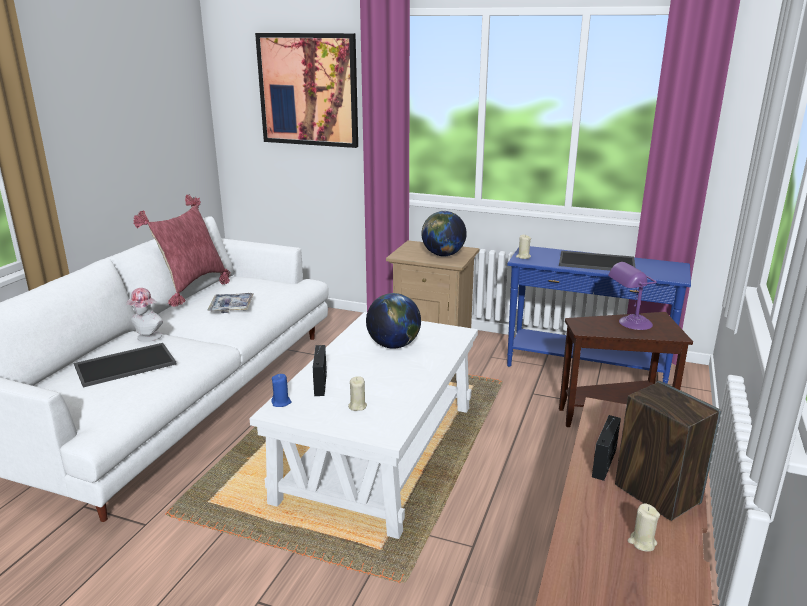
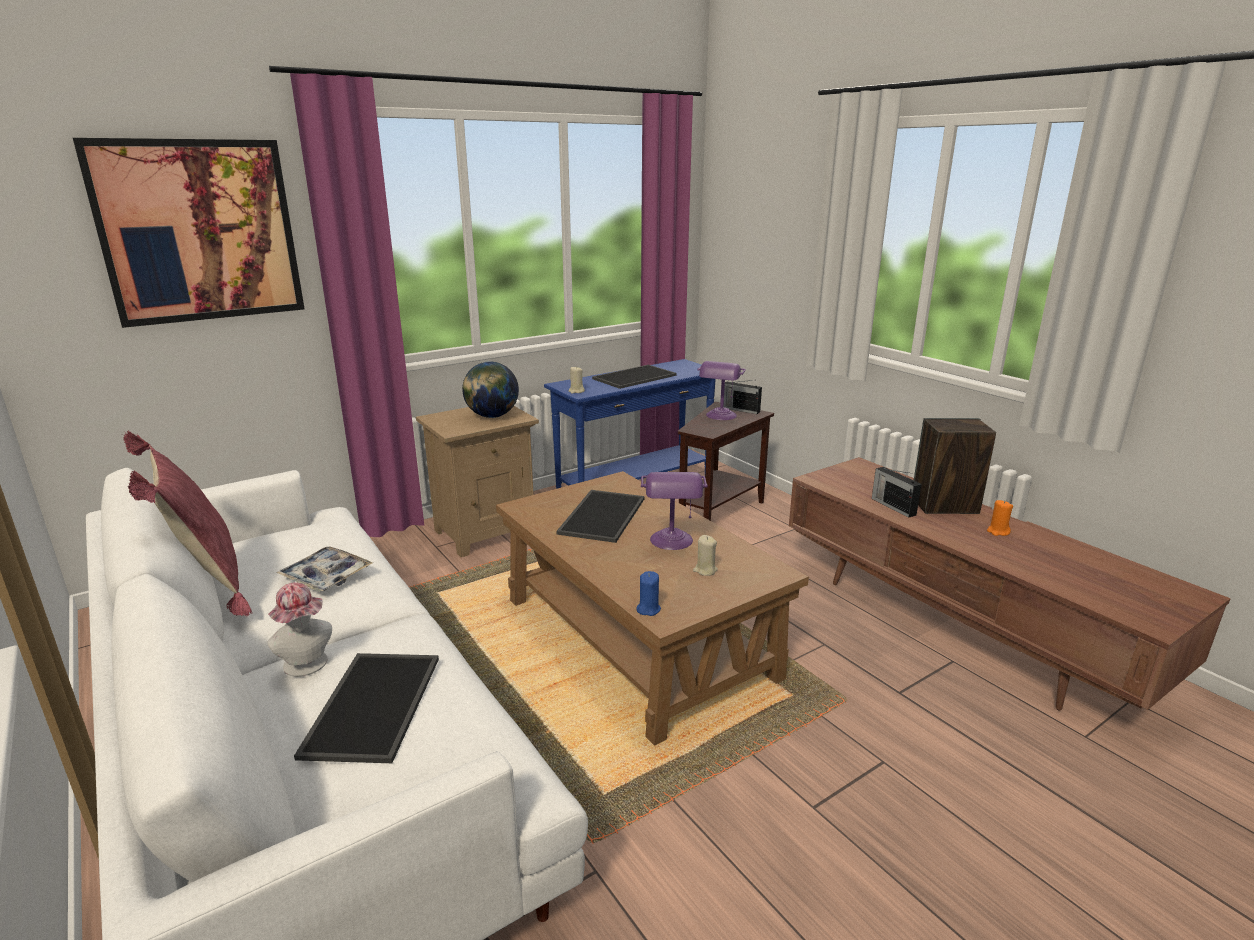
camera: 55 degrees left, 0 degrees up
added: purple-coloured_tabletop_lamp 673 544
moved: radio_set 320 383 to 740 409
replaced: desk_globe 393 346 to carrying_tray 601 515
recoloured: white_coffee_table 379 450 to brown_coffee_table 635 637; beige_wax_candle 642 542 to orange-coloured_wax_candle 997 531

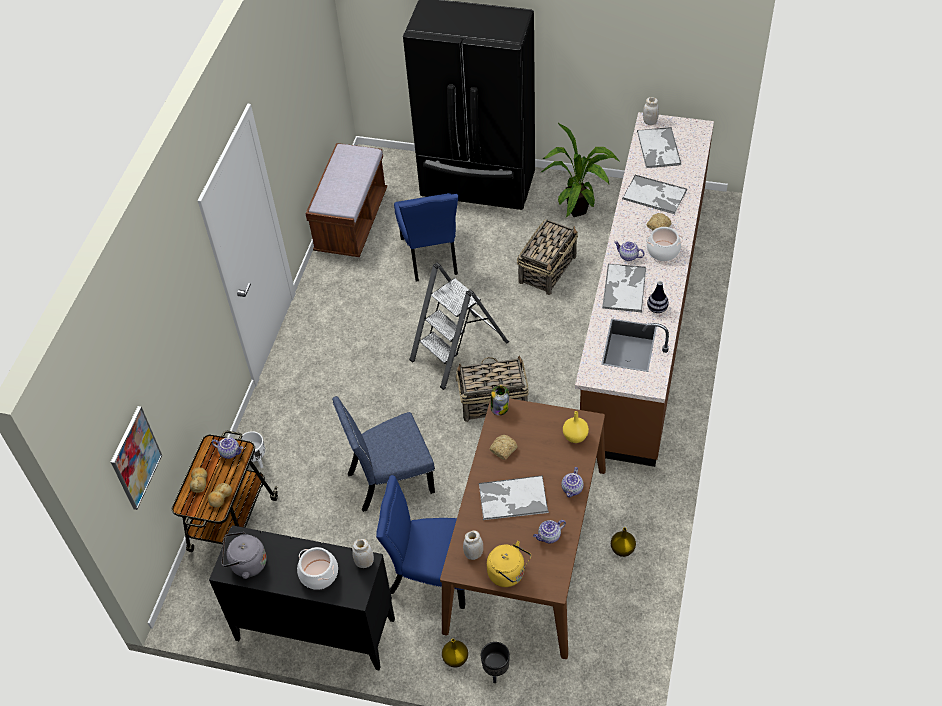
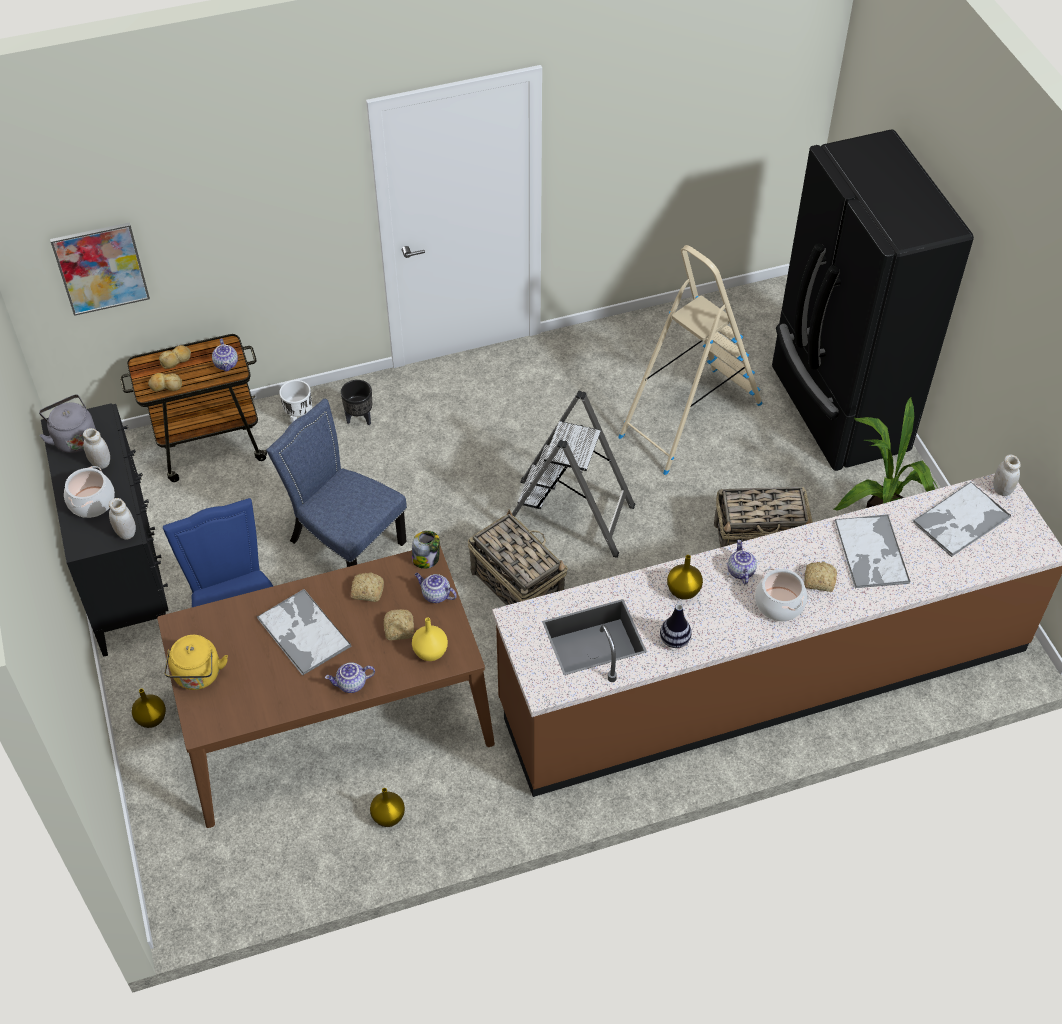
camera: 55 degrees right, 0 degrees up
removed: brown_bench 351 222
added: baked_bread 399 629
moved: white_preserve_jar 473 554 to 100 463; blackish_flower_pot 496 671 to 359 418; pot_for_tea 549 536 to 435 595
replaced: blue-coloured_upright_chair 431 254 to beige_stepladder 691 419; carrying_tray 624 288 to yellowish_decorative_vase 683 590

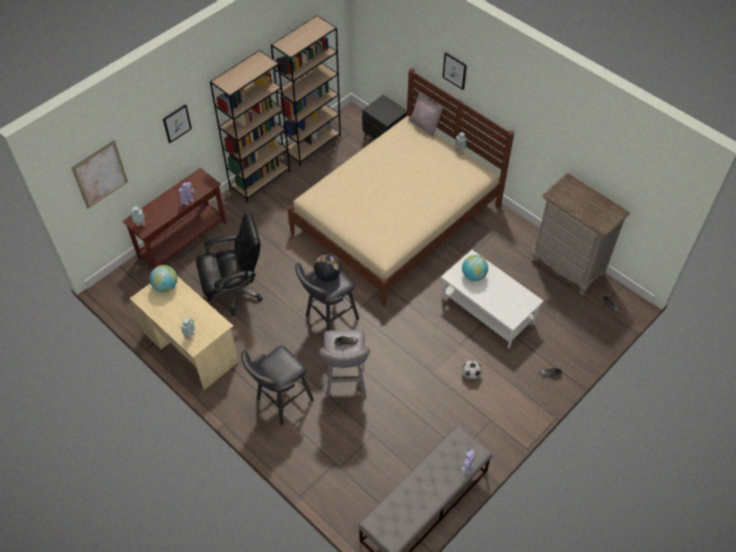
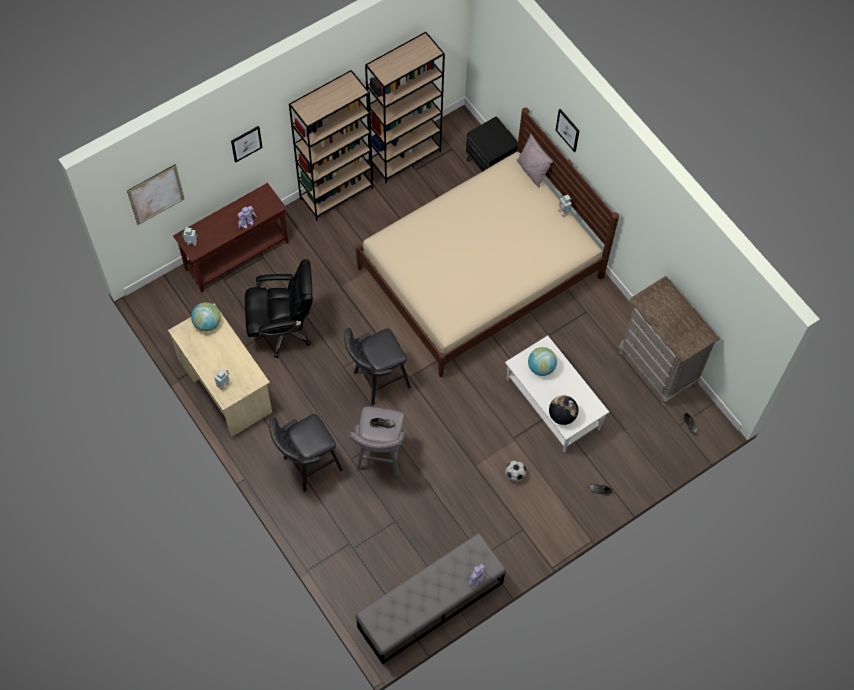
camera: 10 degrees right, 10 degrees up
moved: desk_globe 328 275 to 562 415

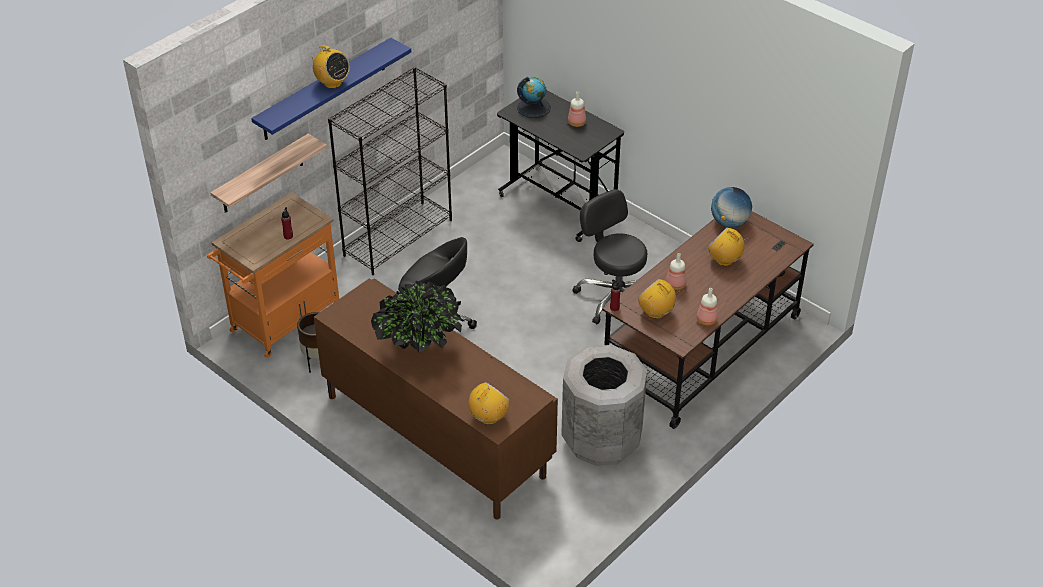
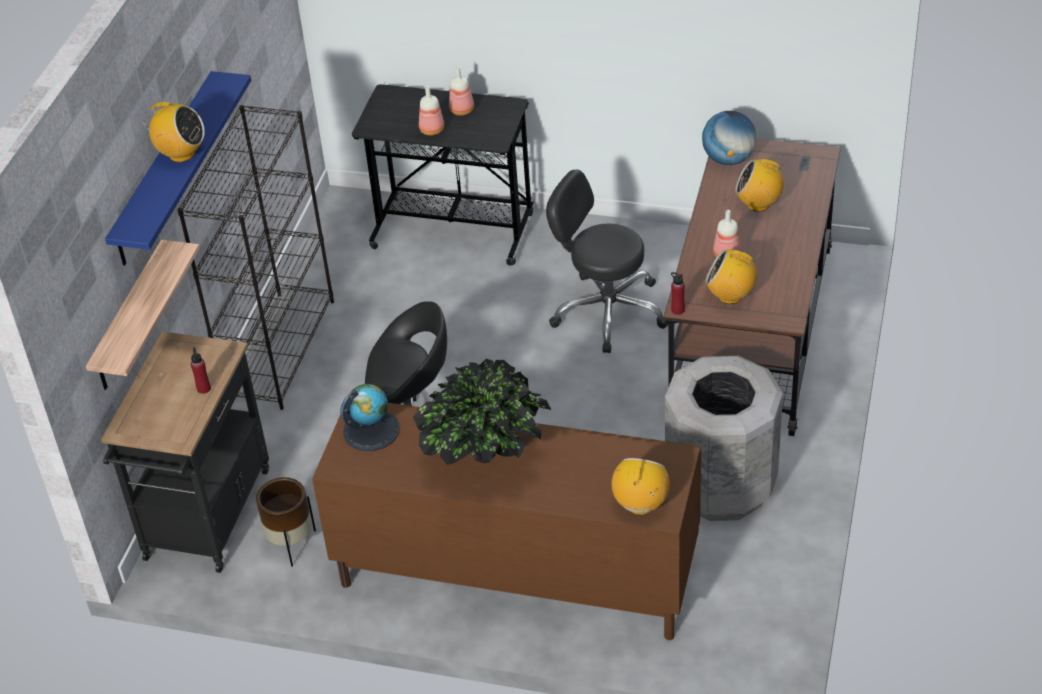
camera: 25 degrees left, 0 degrees up
moved: desk_globe 533 107 to 371 430; bottle 706 320 to 431 130
recoloured: orange-coloured_cart 283 322 to blackish_cart 206 518

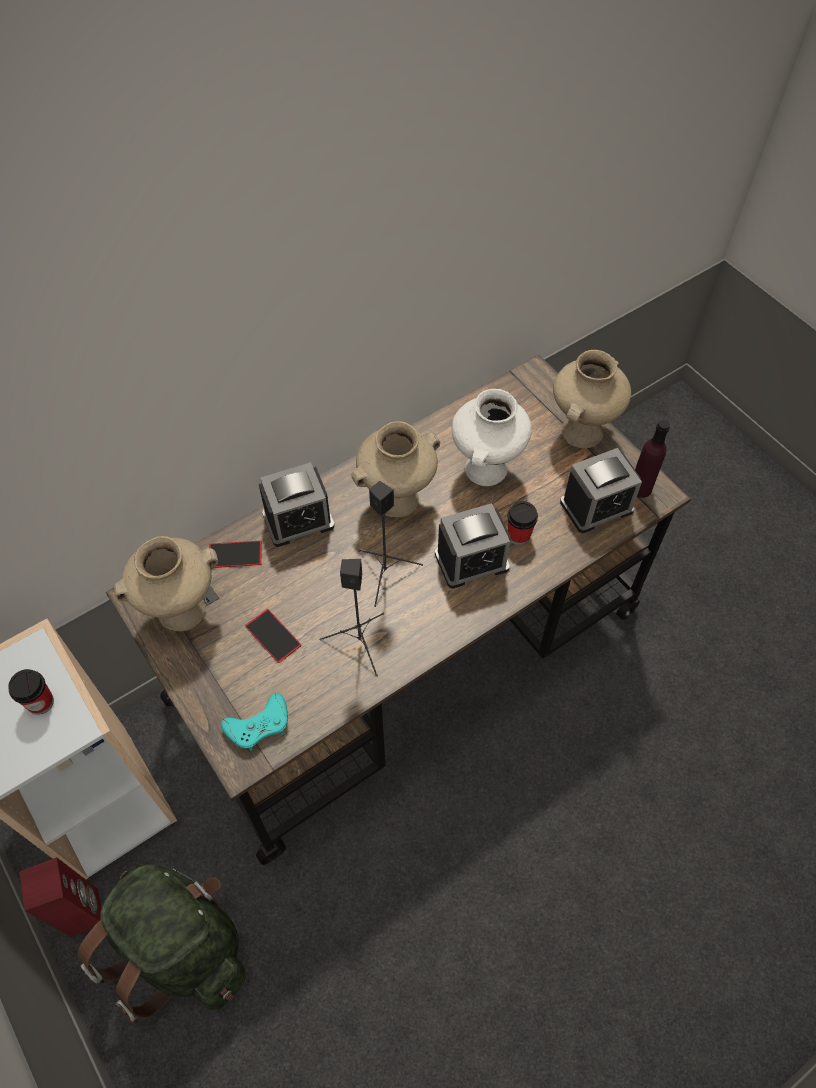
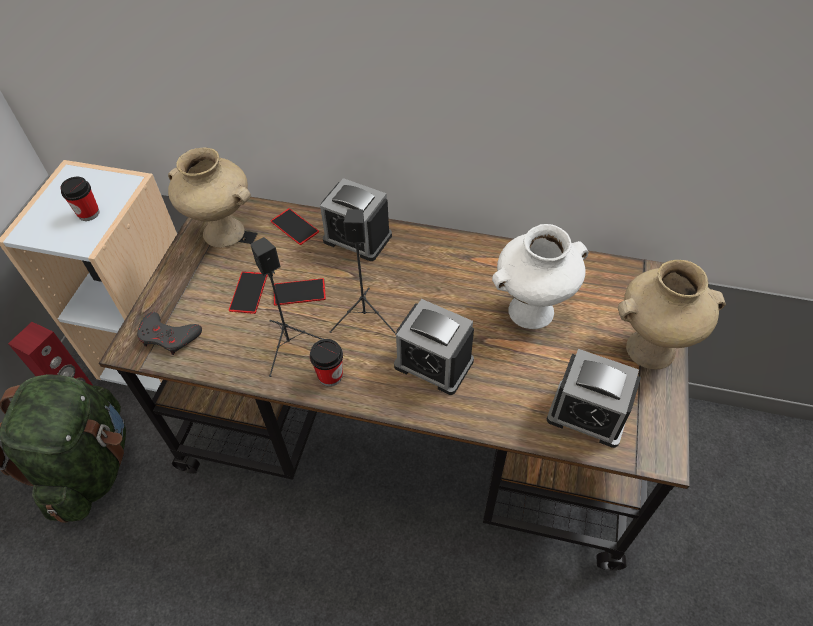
camera: 50 degrees right, 5 degrees down
removed: beige_decorative_vase 396 501; purple-coloured_bottle 640 488
added: handset 299 292
moved: small_cup 519 535 to 330 376
recoloured: turquoise_joypad 259 725 to gray_joypad 169 336

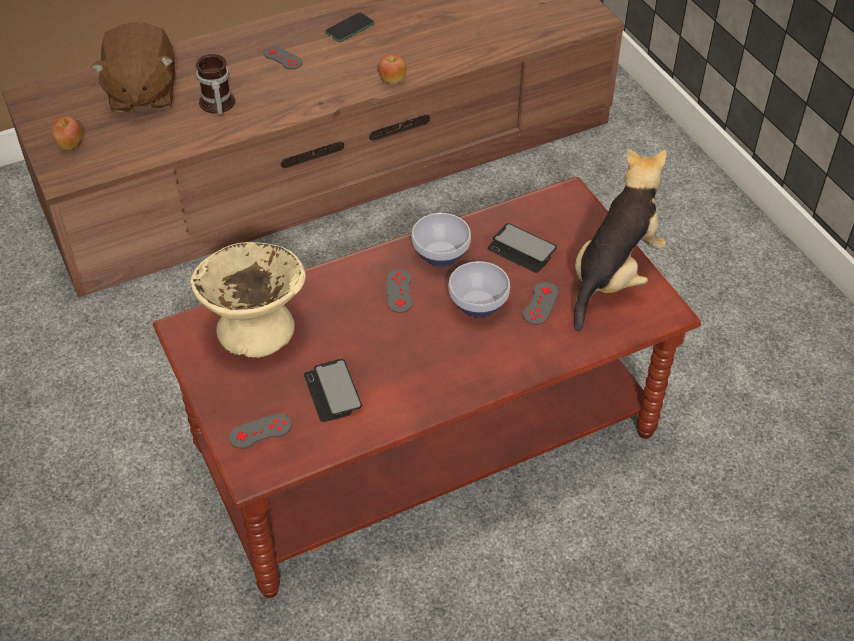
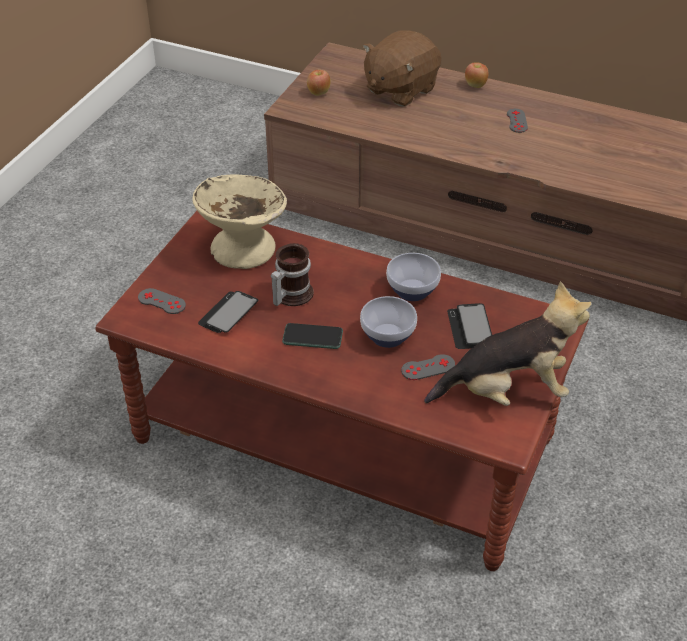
camera: 50 degrees right, 5 degrees down
removed: gray_joypad 399 291
moved: tea_mug 216 105 to 290 295; handset 349 28 to 312 337; whole_apple 392 80 to 475 85

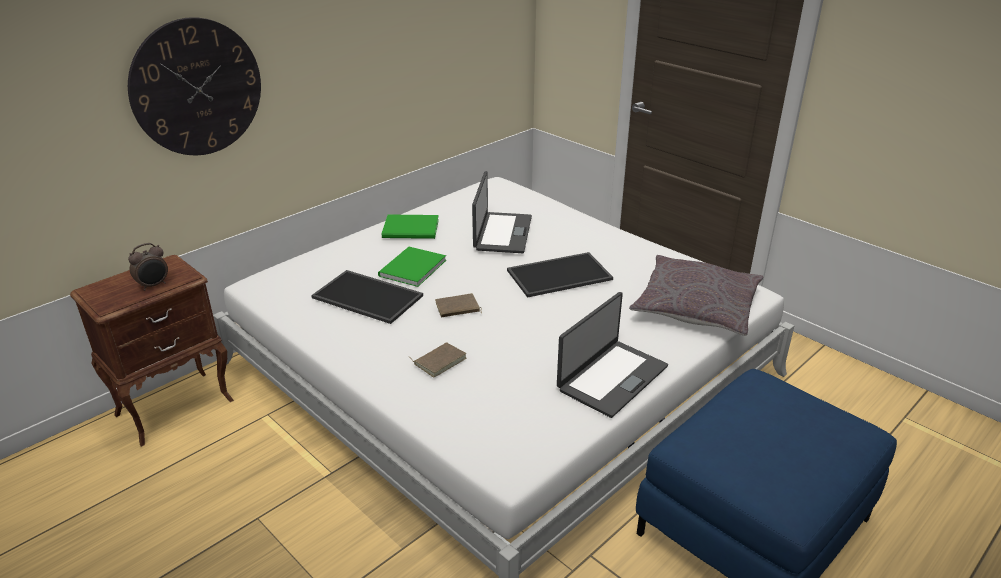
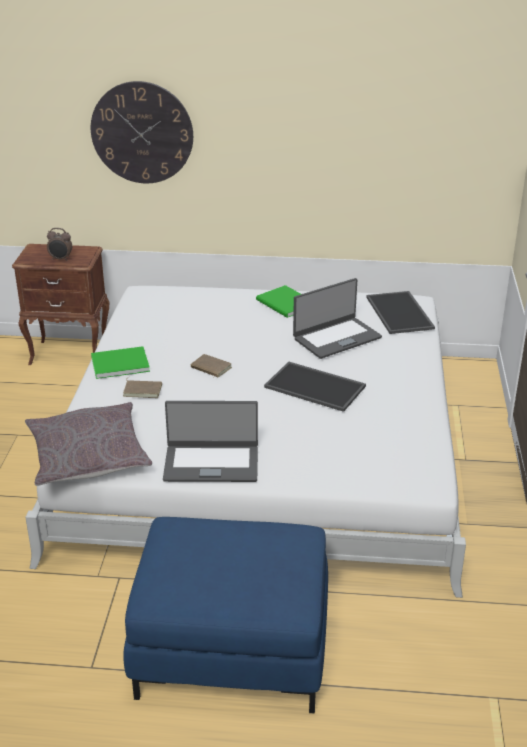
camera: 50 degrees right, 0 degrees up
moved: carrying_tray 369 296 to 401 313; green-coloured_bound_book 410 268 to 118 363; gray_cushion 695 307 to 88 455

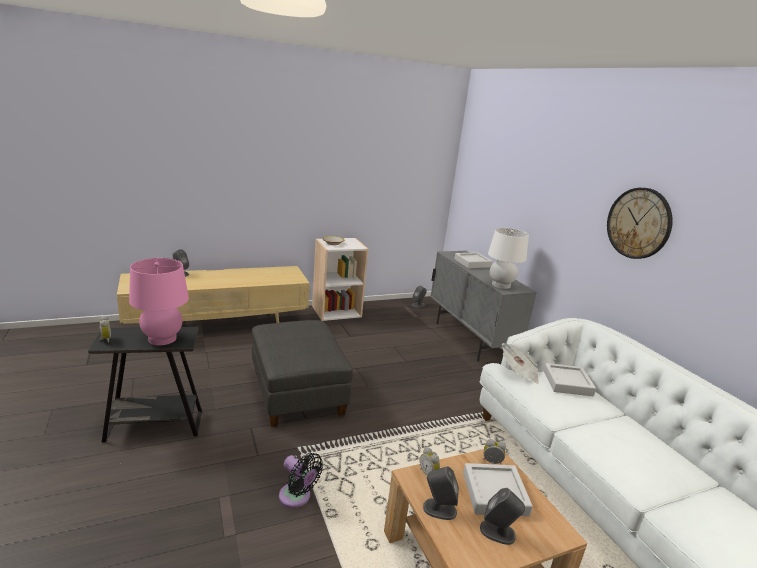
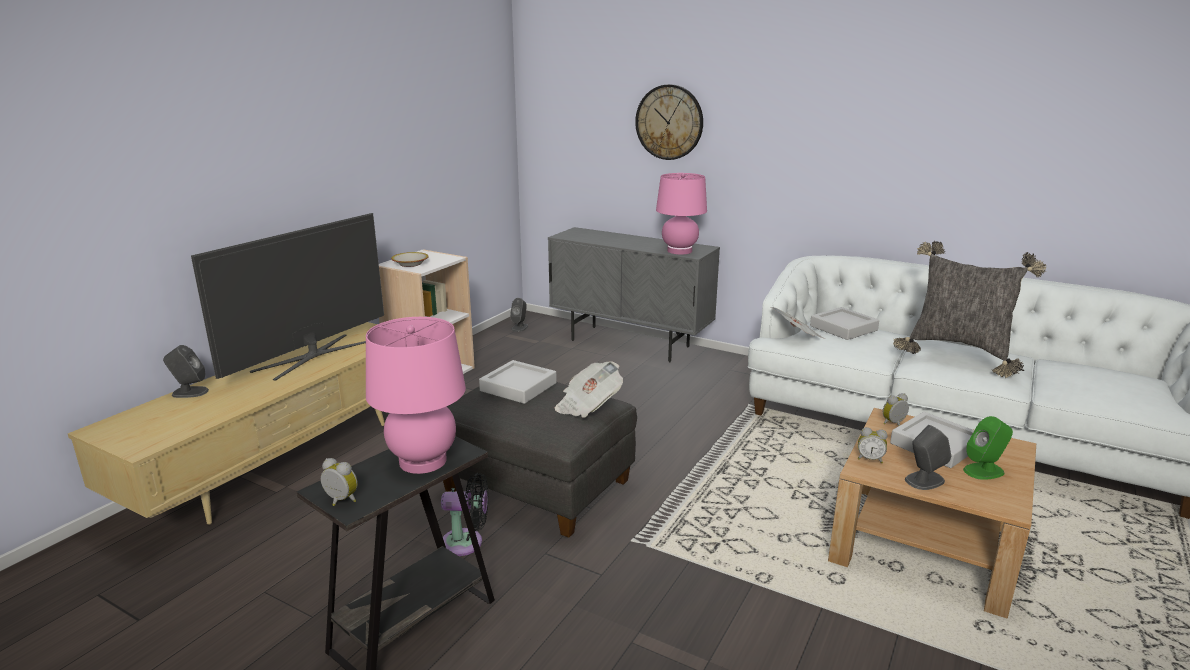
camera: 35 degrees left, 0 degrees up
added: TV 312 356; printed_paper 588 406; cushion 957 360
moved: blackish_electric_fan 297 497 to 466 543; gray_carrying_tray 472 263 to 518 387; hanging_clock 638 223 to 669 122
recoloured: gray_speaker 498 532 to green-coloured_speaker 984 471; white_tabletop_lamp 501 285 to pink_tabletop_lamp 679 251

